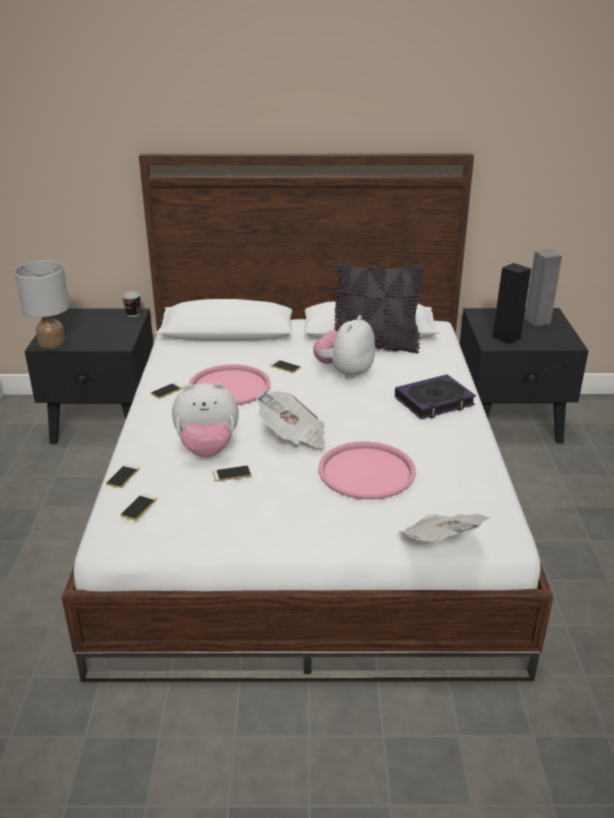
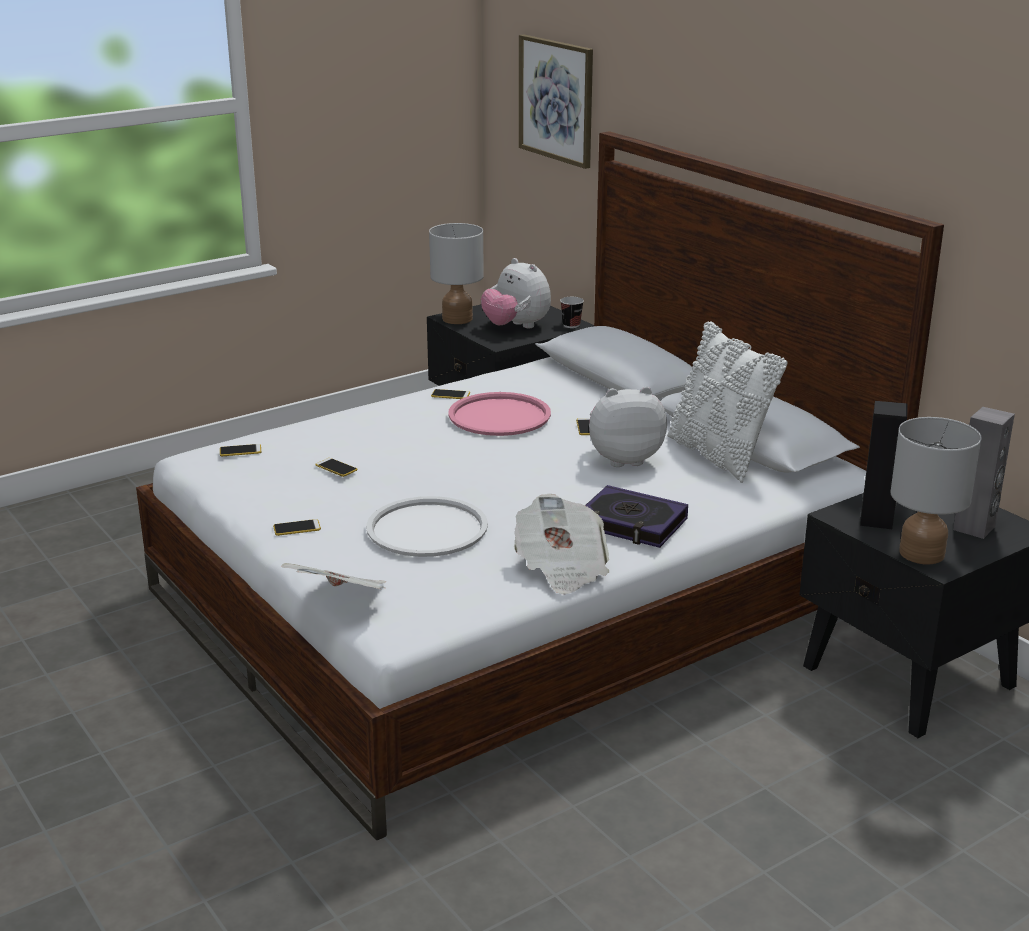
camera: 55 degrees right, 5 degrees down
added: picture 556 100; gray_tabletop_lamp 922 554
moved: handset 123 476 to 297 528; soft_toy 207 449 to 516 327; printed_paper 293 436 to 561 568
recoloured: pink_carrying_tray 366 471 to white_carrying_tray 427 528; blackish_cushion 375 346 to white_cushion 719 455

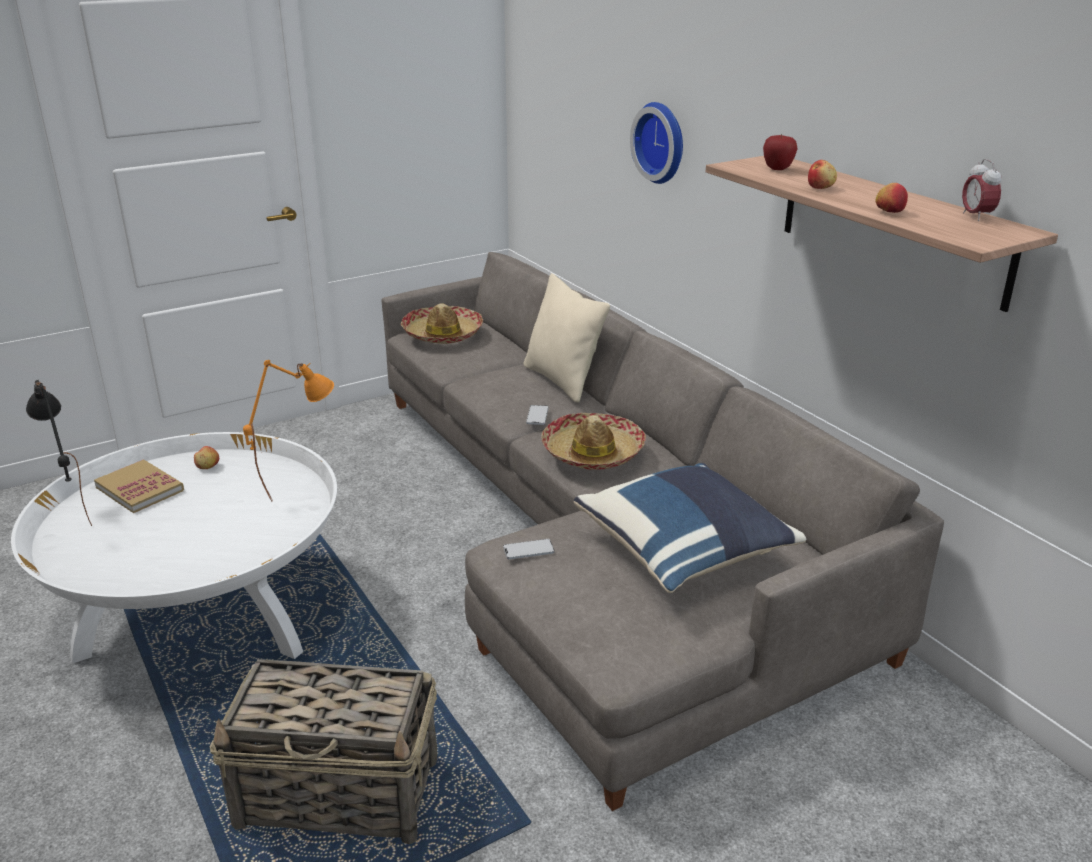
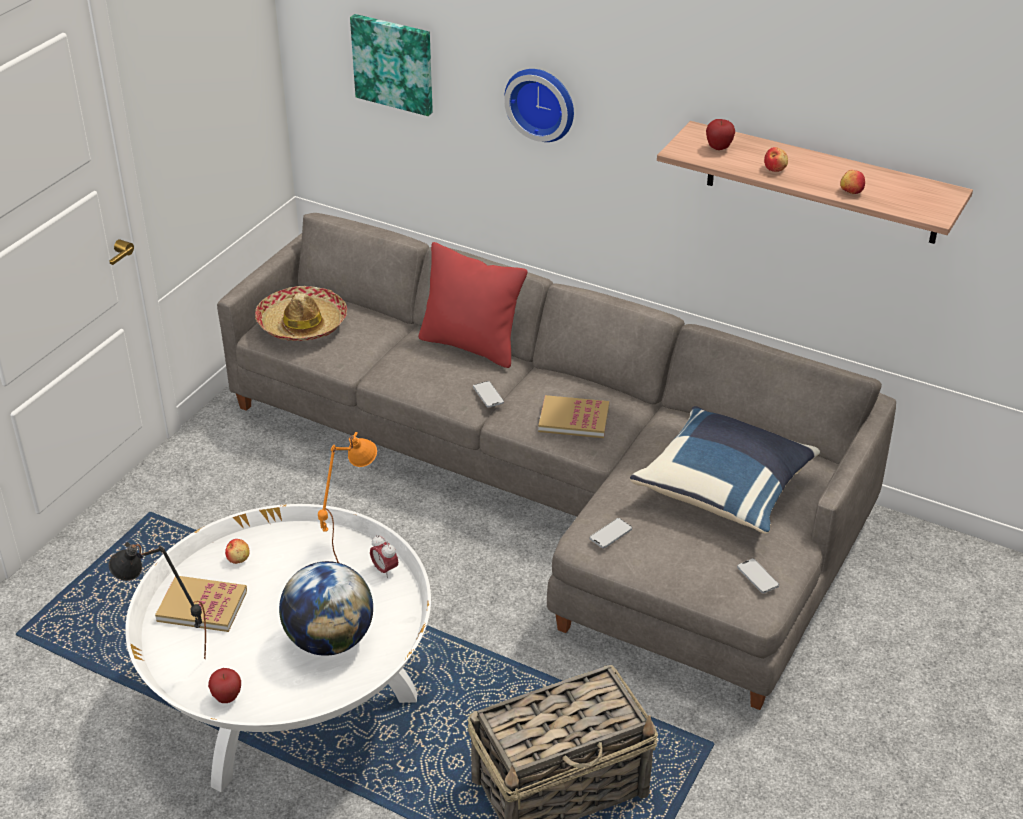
camera: 30 degrees left, 10 degrees up
added: whole_apple 227 697; desk_globe 329 640; picture 394 63; handset 757 576
moved: alarm_clock 976 216 to 384 570
replaced: wearable_hat 593 452 to bound_book 574 419
recoloured: beige_cushion 562 380 to red-coloured_cushion 471 346

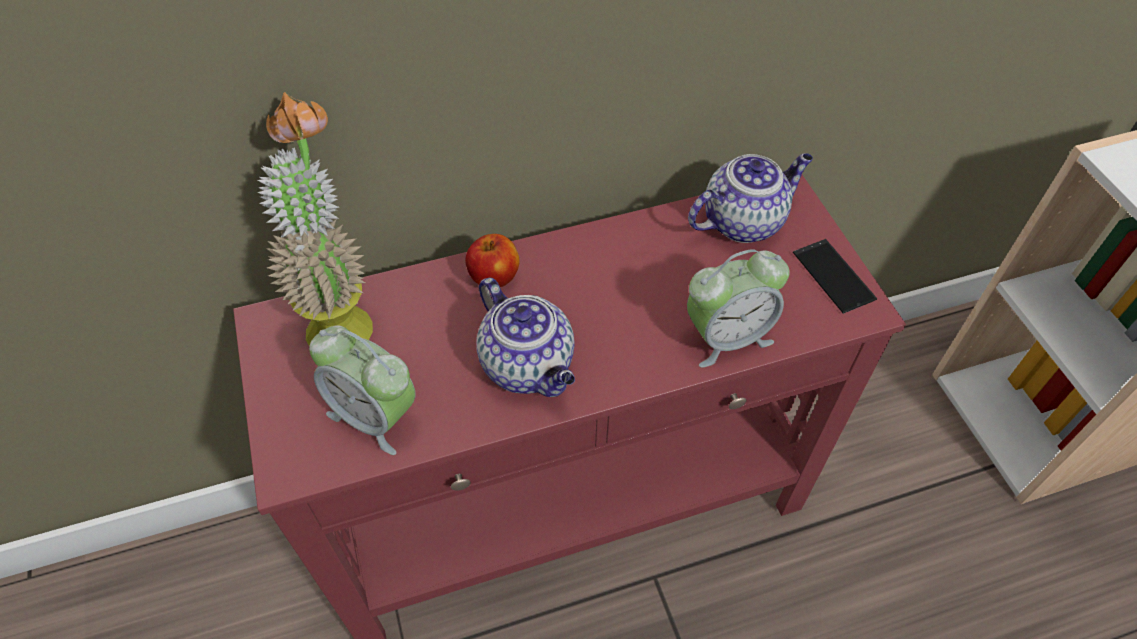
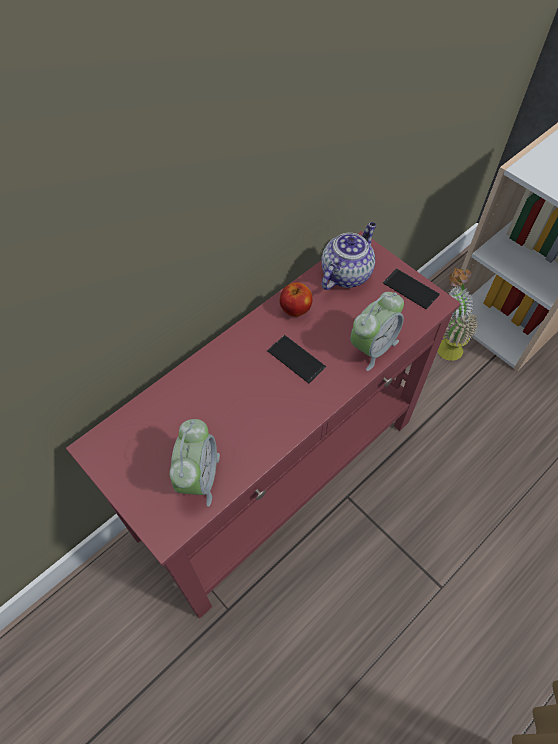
camera: 25 degrees left, 5 degrees up
removed: pot_for_tea 529 366
added: handset 296 359
moved: potted_plant 341 316 to 445 344; whole_apple 494 277 to 295 309
turned: alarm_clock 375 416 = 199 477 90 degrees counterclockwise

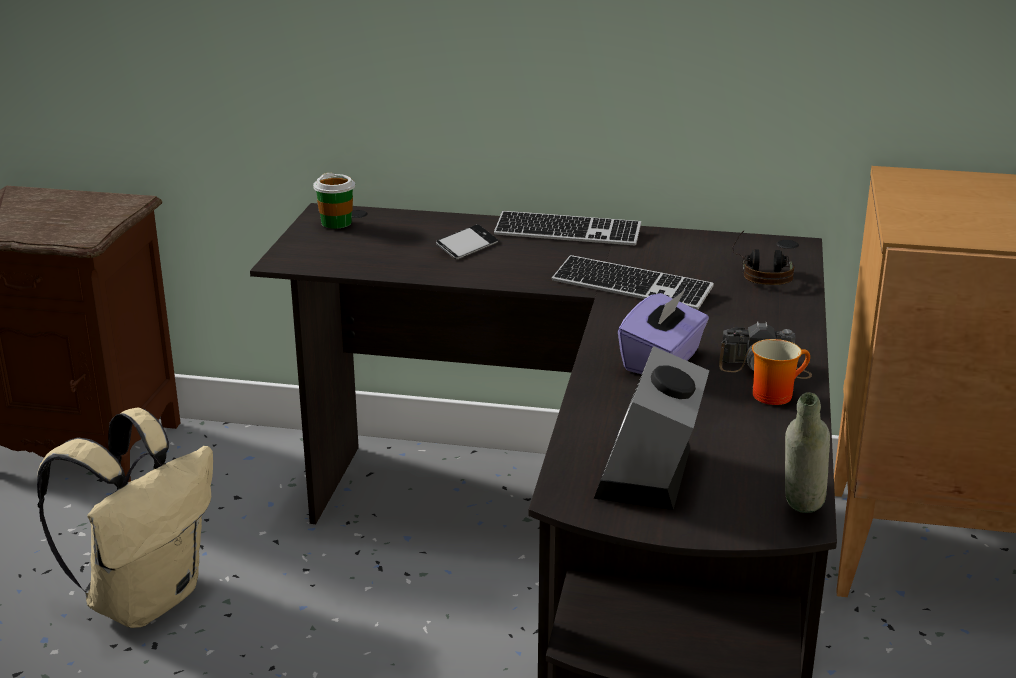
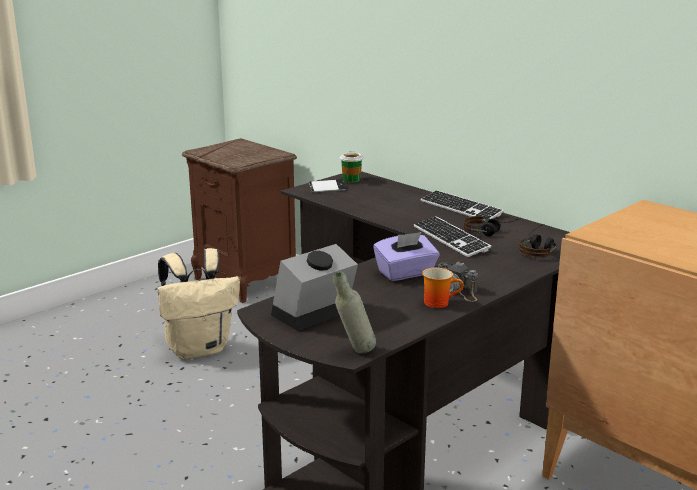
camera: 35 degrees right, 5 degrees down
added: headphones 490 232
moved: handset 467 247 to 327 189

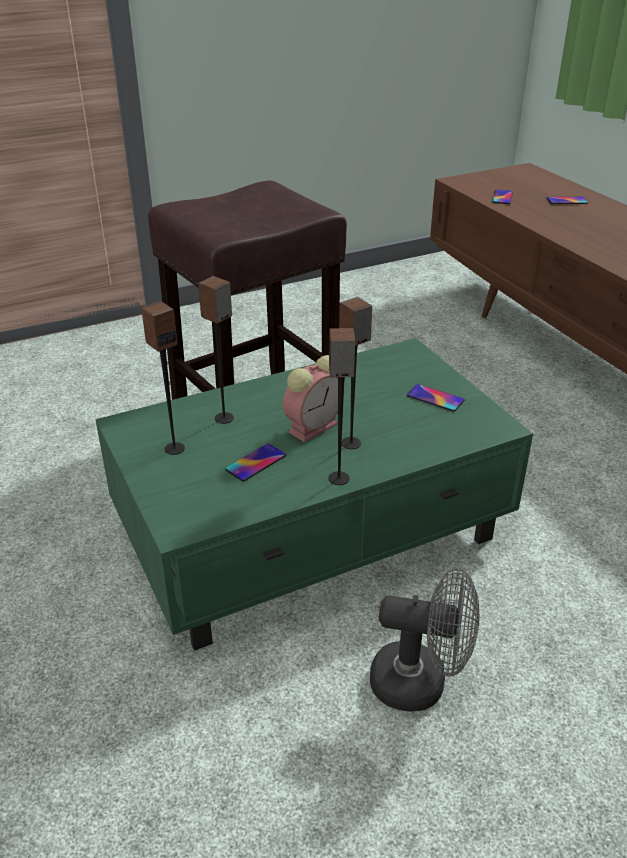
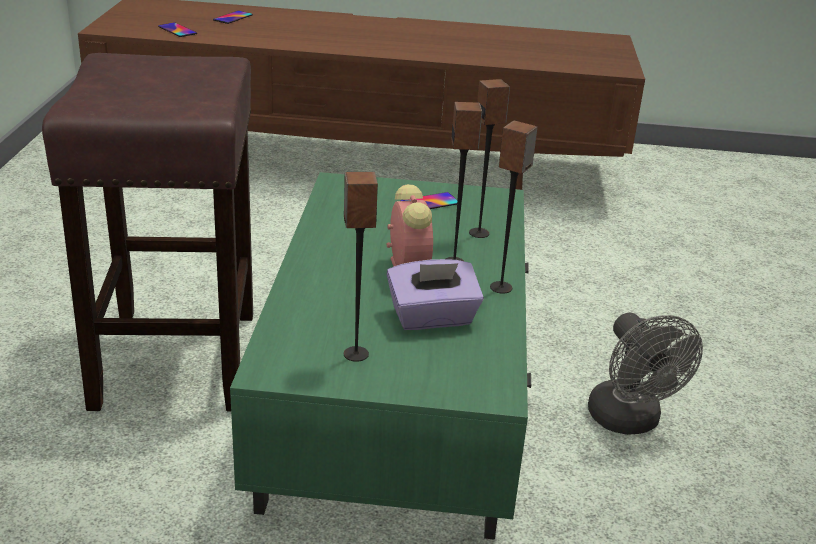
camera: 60 degrees left, 5 degrees down
moved: speaker 224 418 to 479 233
replaced: handset 256 462 to purple-coloured_tissue_holder 432 318
turned: gray_electric_fan 420 683 = 629 422 120 degrees clockwise

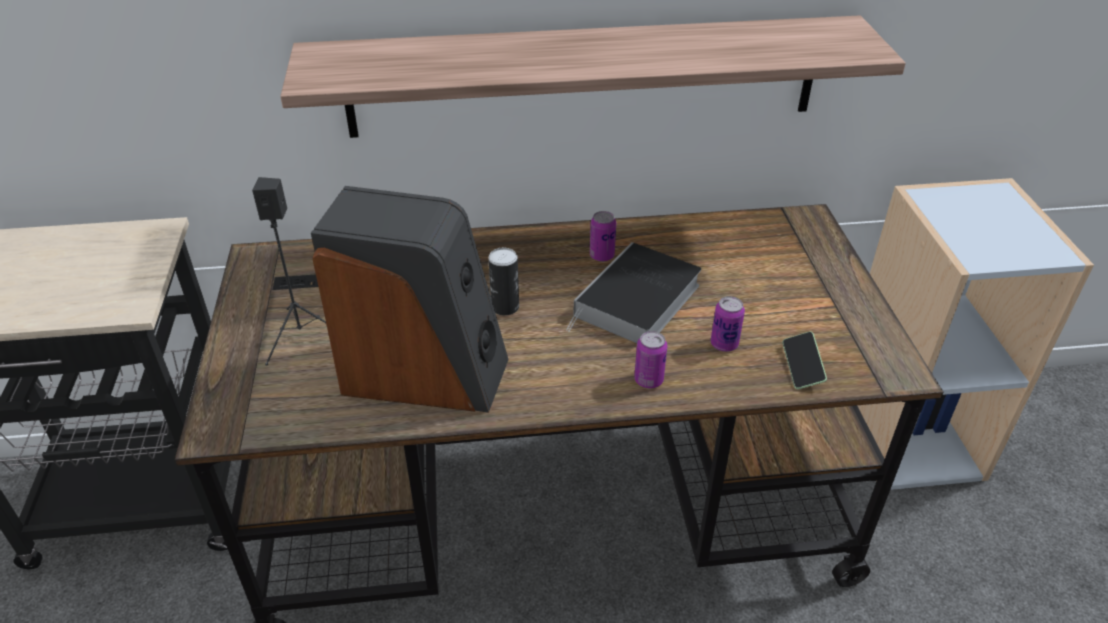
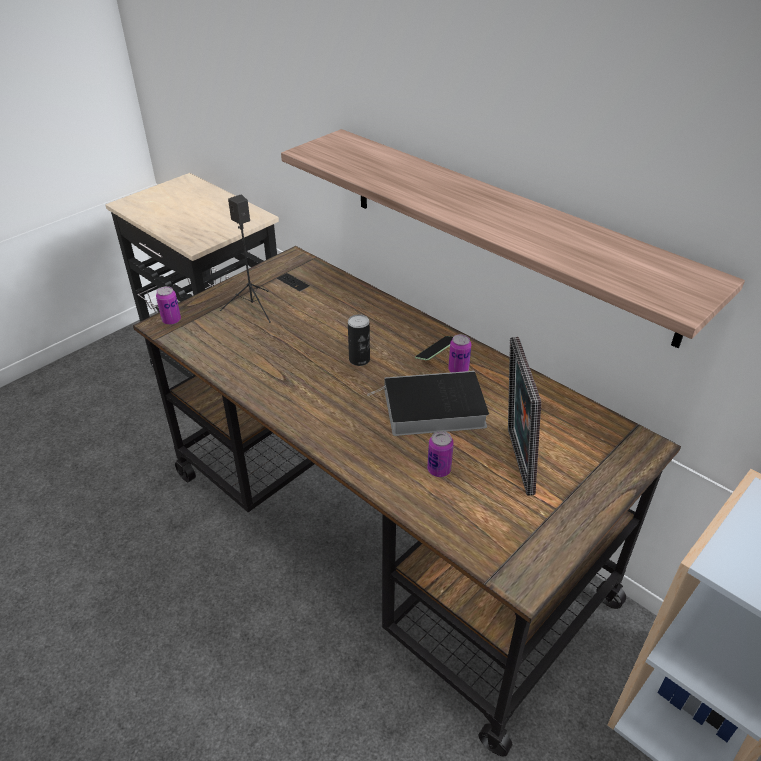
camera: 50 degrees right, 0 degrees up
removed: speaker 425 373
added: photo_frame 514 461
moved: sealed_can 648 380 to 171 320; handset 802 367 to 436 353

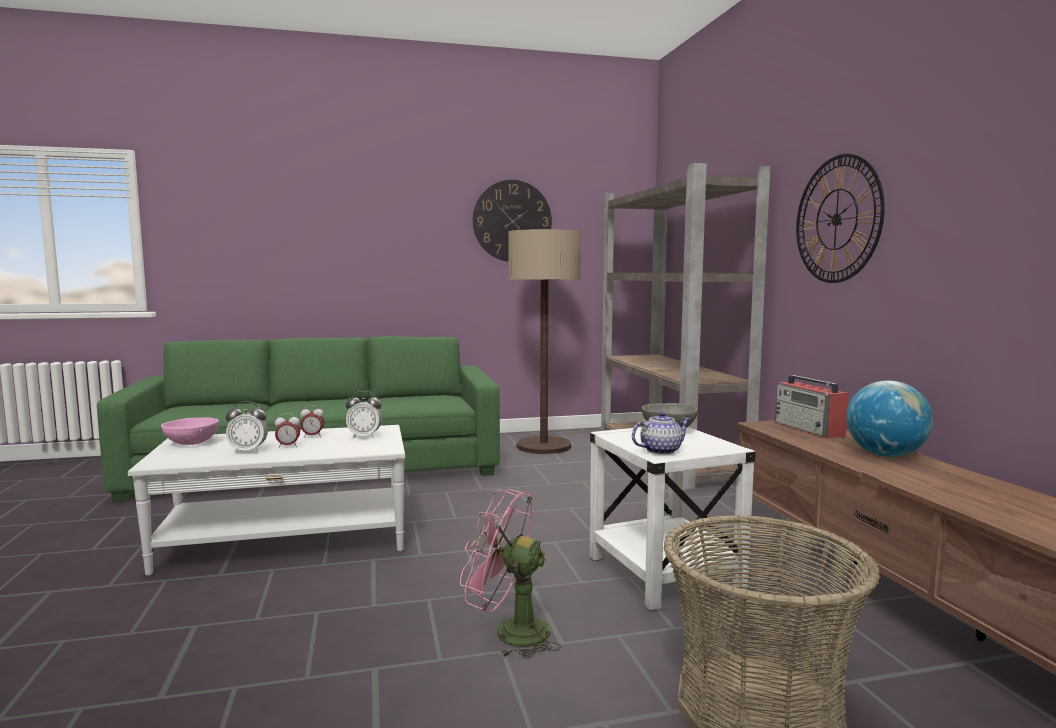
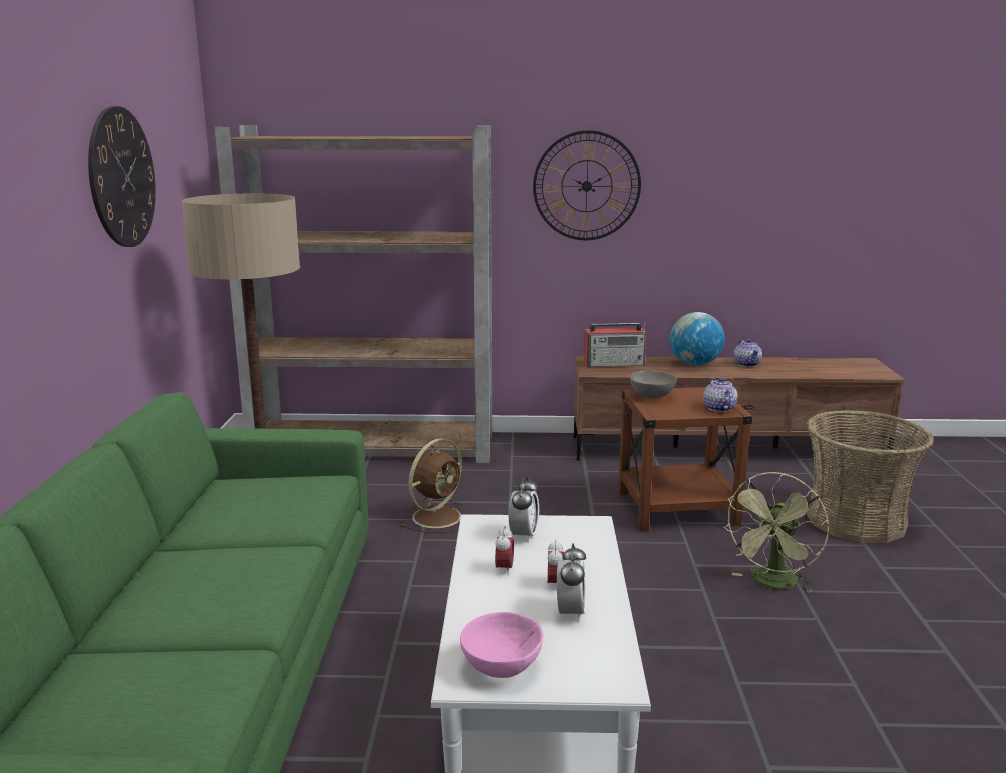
camera: 75 degrees left, 10 degrees up
added: brown_electric_fan 438 516; pot_for_tea 747 364
recoloured: pink_electric_fan 510 632 to green-coloured_electric_fan 773 584; white_side_table 663 573 to brown_side_table 676 509

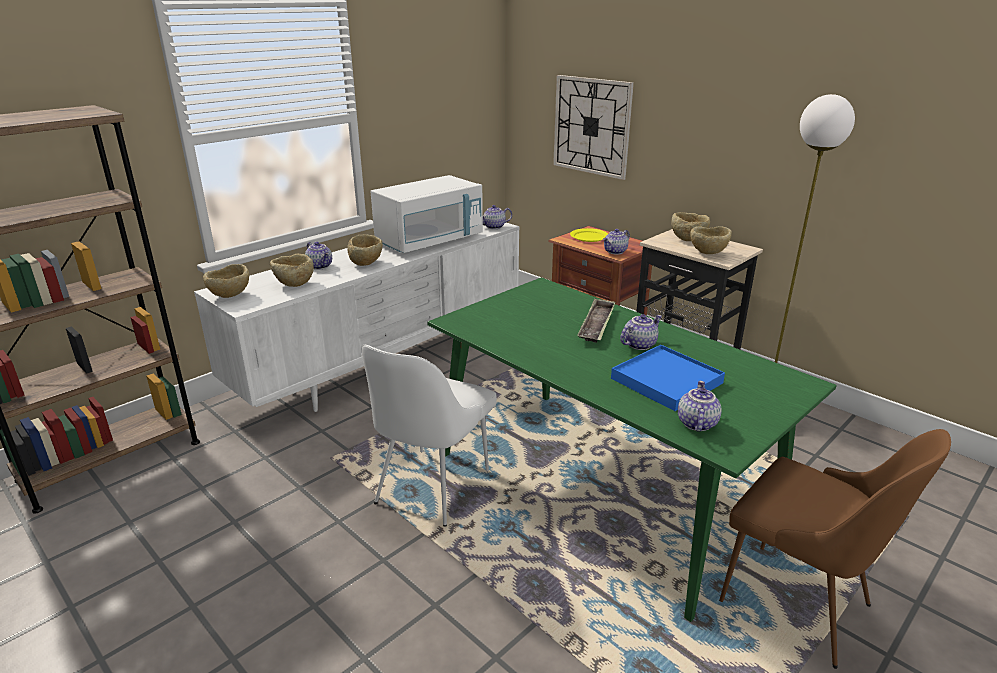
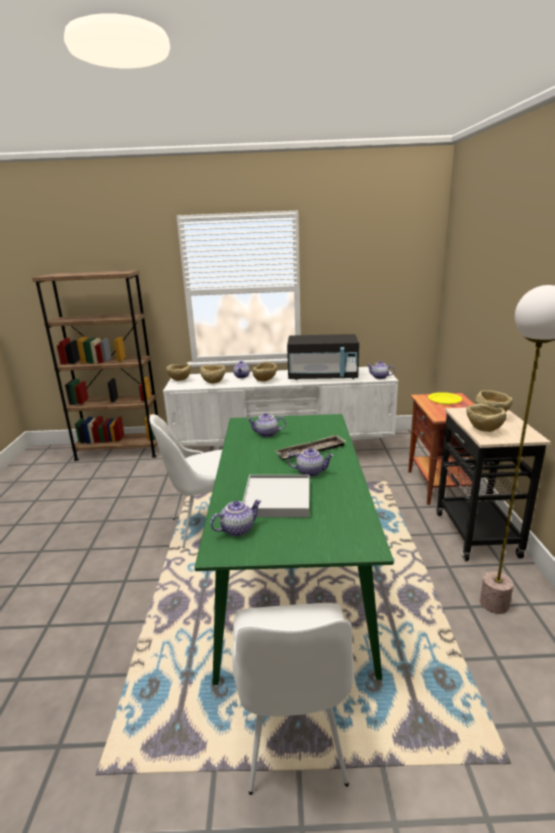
camera: 45 degrees right, 5 degrees down
removed: hanging_clock 591 126
moved: pot_for_tea 615 252 to 266 434
recoloured: white_microwave 430 241 to blackish_microwave 322 377; blue-coloured_carrying_tray 667 381 to white_carrying_tray 277 499; brown_upright_chair 796 603 to white_upright_chair 295 734

